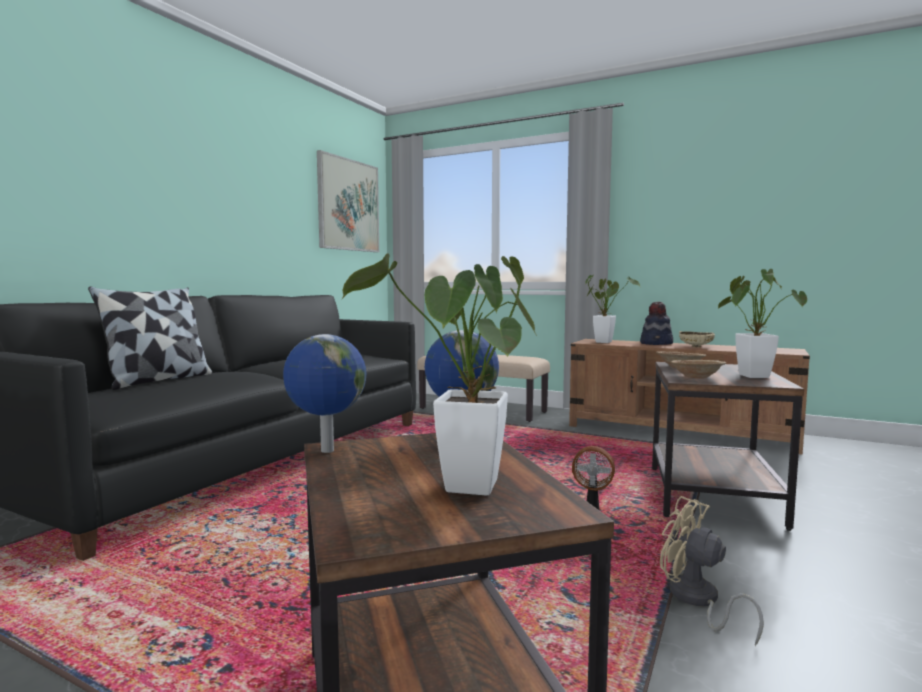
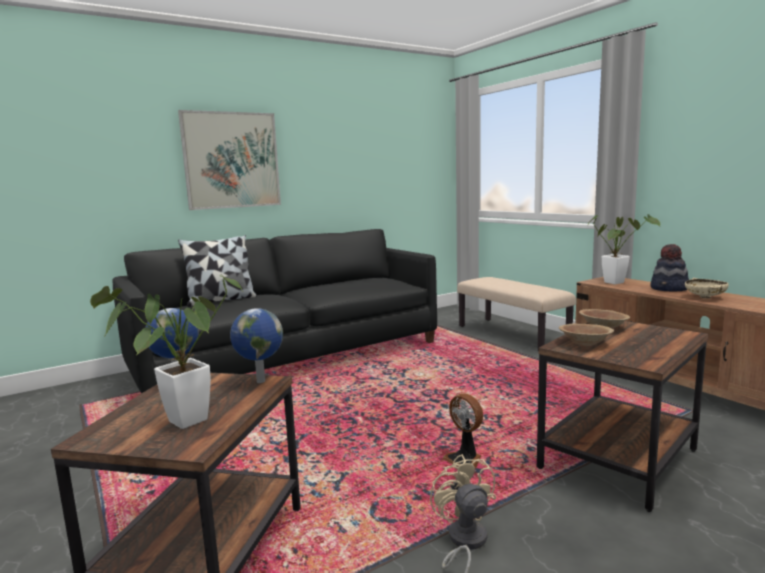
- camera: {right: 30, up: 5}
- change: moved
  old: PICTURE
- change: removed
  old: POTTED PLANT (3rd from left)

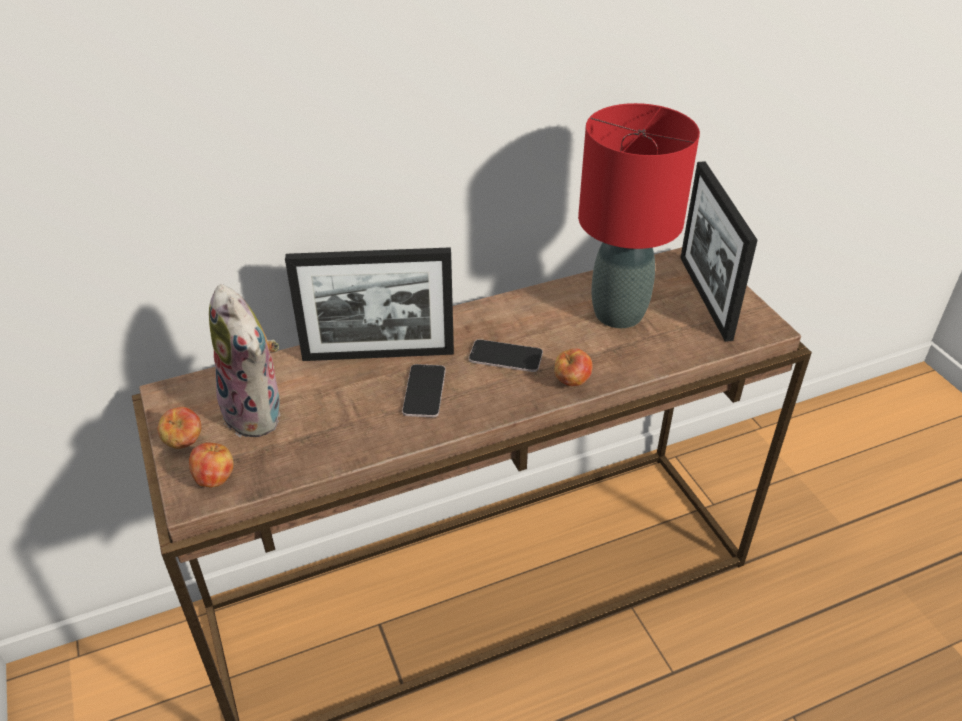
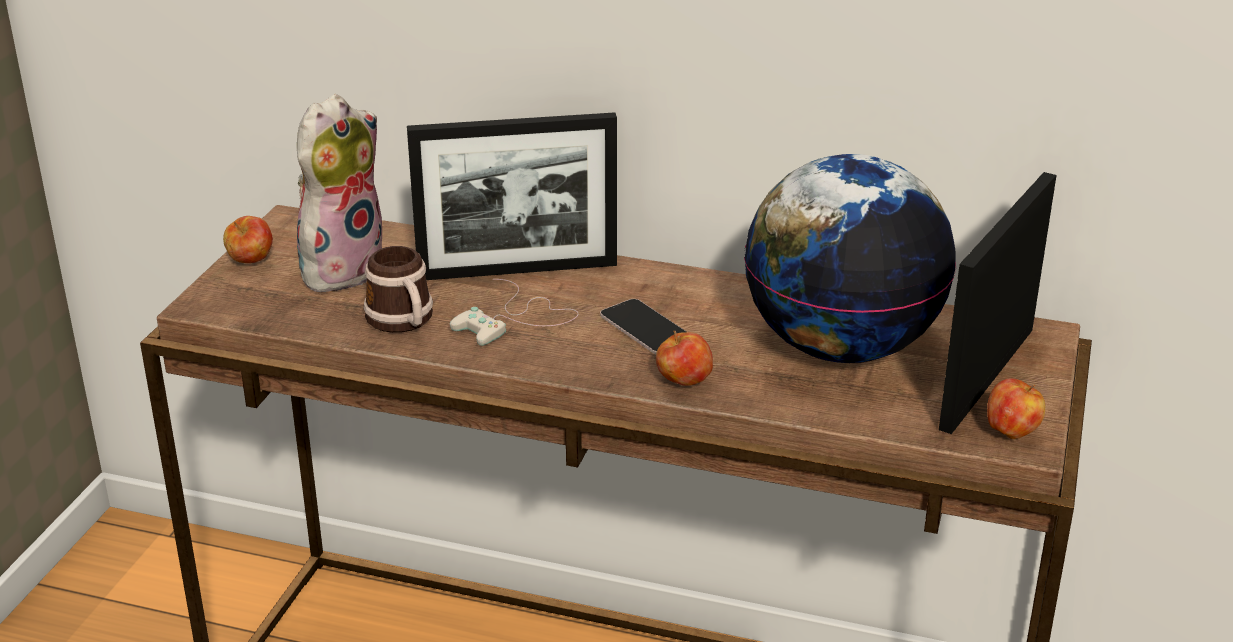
- camera: {right: 40, up: -10}
- change: moved
  old: APPLE (2nd from left in the first image)
  new: APPLE (3rd from left)
- change: turned
  old: PLUSH TOY
  degrees: -150
- change: turned
  old: PICTURE FRAME (1st from left)
  degrees: -45
- change: replaced
  old: PHONE (1st from left)
  new: WHITE GAME CONTROLLER
- change: replaced
  old: RED TABLE LAMP
  new: GLOBE
- change: added
  new: MUG

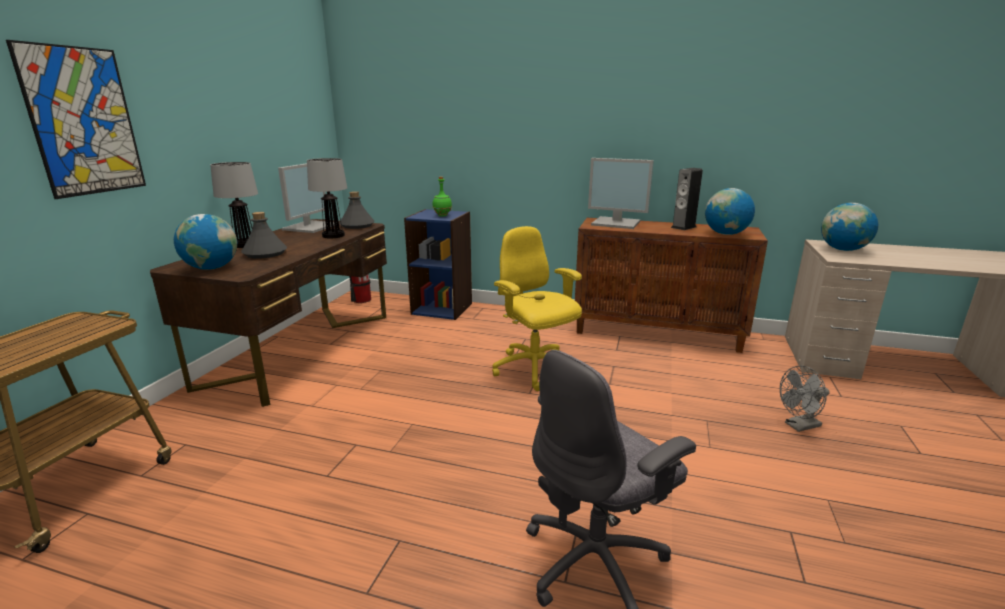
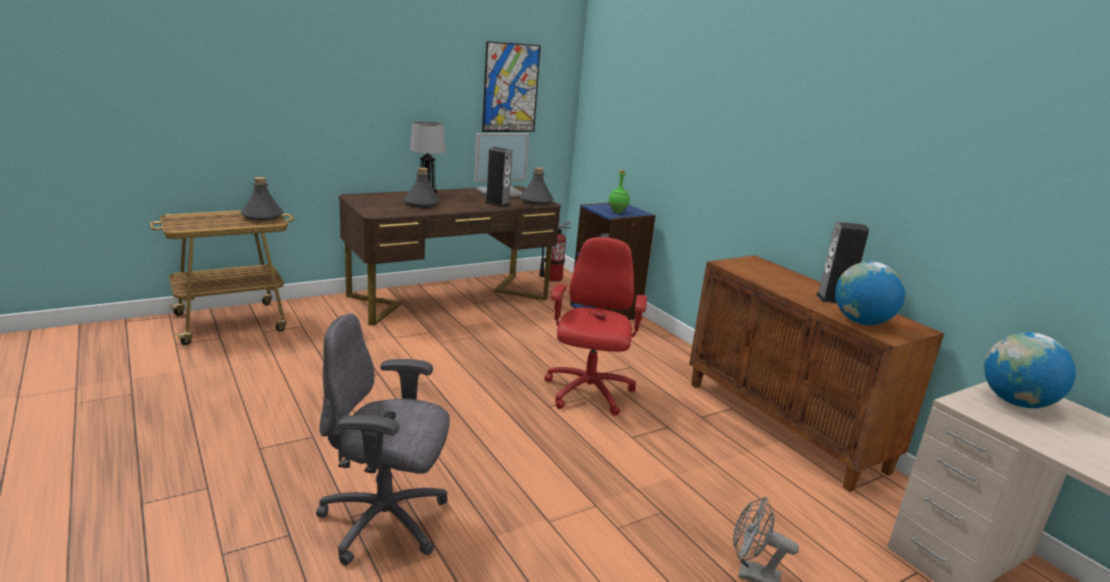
- camera: {right: 40, up: 0}
- change: moved
  old: PICTURE
- change: removed
  old: GLOBE (1st from left)
- change: replaced
  old: TABLE LAMP (2nd from left)
  new: SPEAKER (1st from left)
- change: recoloured
  old: YELLOW OFFICE CHAIR
  new: RED OFFICE CHAIR
- change: removed
  old: MONITOR (2nd from left)
- change: added
  new: GREY BOTTLE (1st from left)

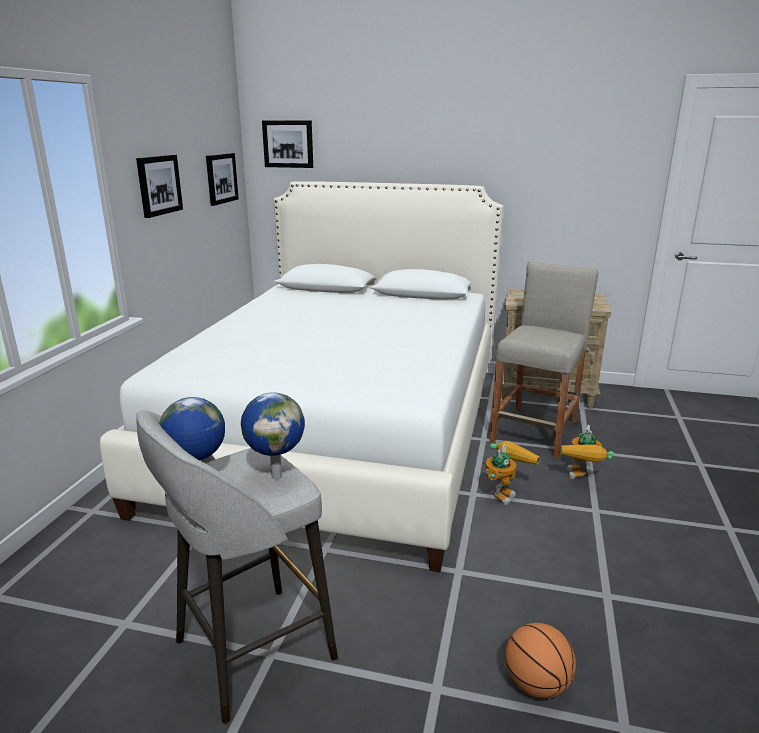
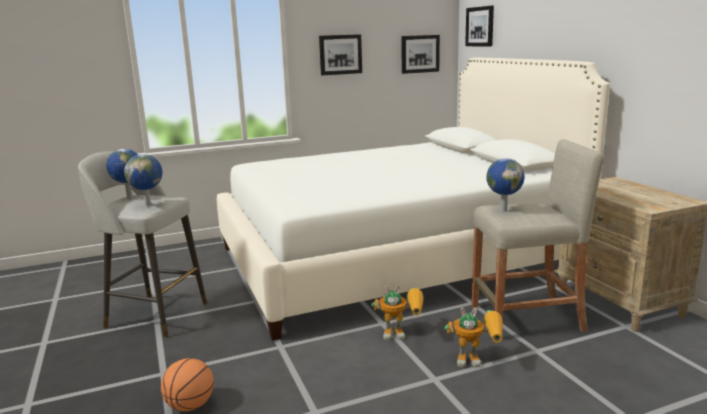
- camera: {right: 55, up: -5}
- change: turned
  old: TOY ROBOT (2nd from left)
  degrees: -150
- change: added
  new: GLOBE (3rd from left)

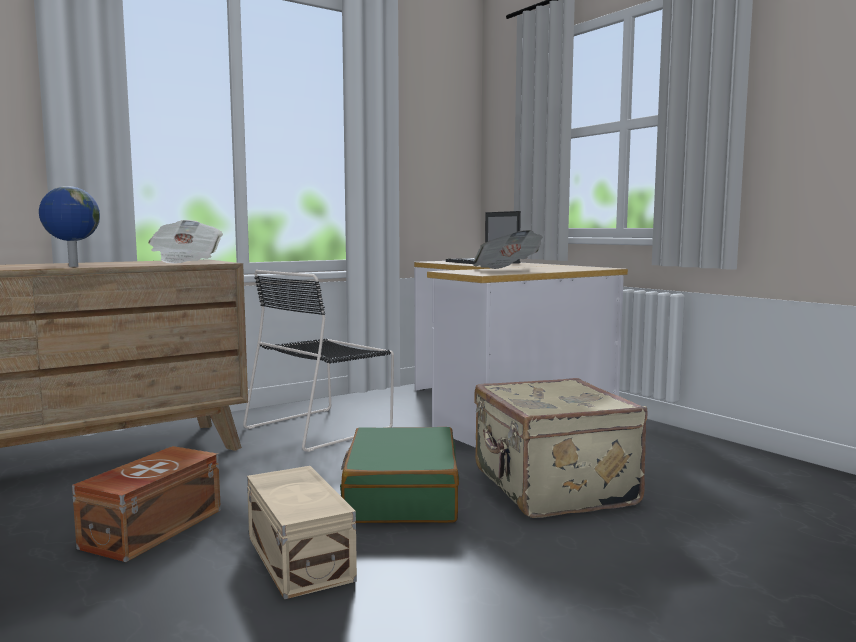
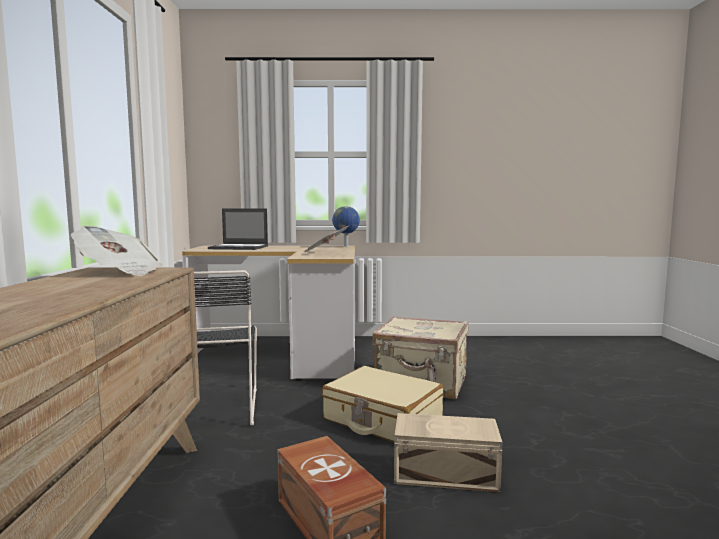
- camera: {right: -55, up: 0}
- change: moved
  old: GLOBE
- change: recoloured
  old: GREEN SUITCASE
  new: BEIGE SUITCASE (1st from left)

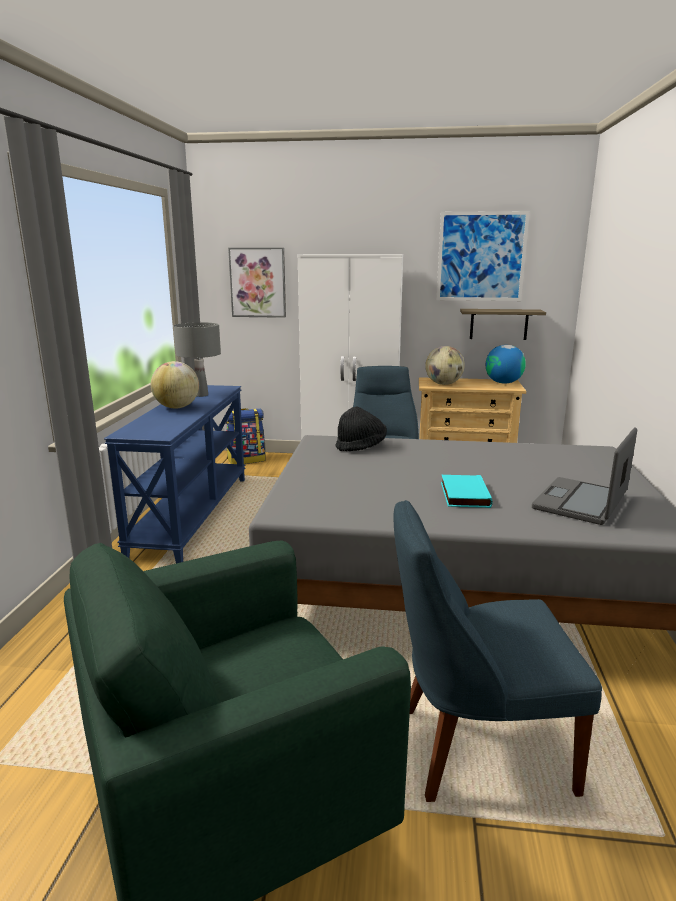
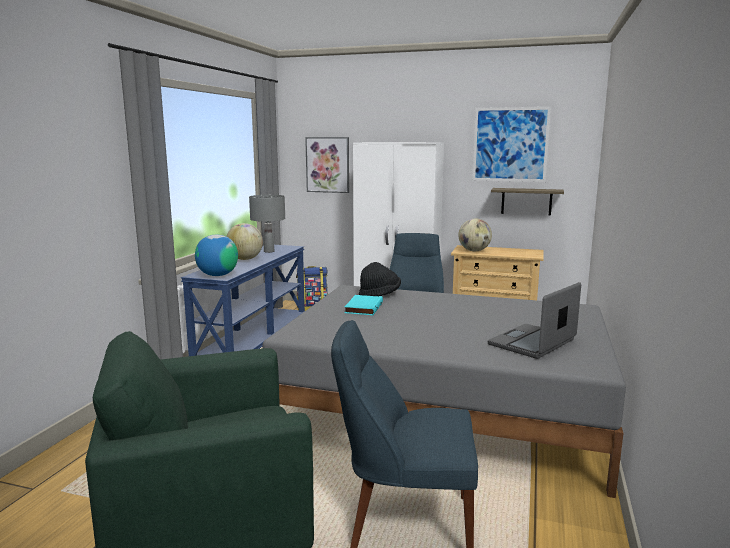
- camera: {right: 10, up: -5}
- change: moved
  old: TURQUOISE BOOK
- change: moved
  old: GLOBE (3rd from left in the first image)
  new: GLOBE (1st from left)

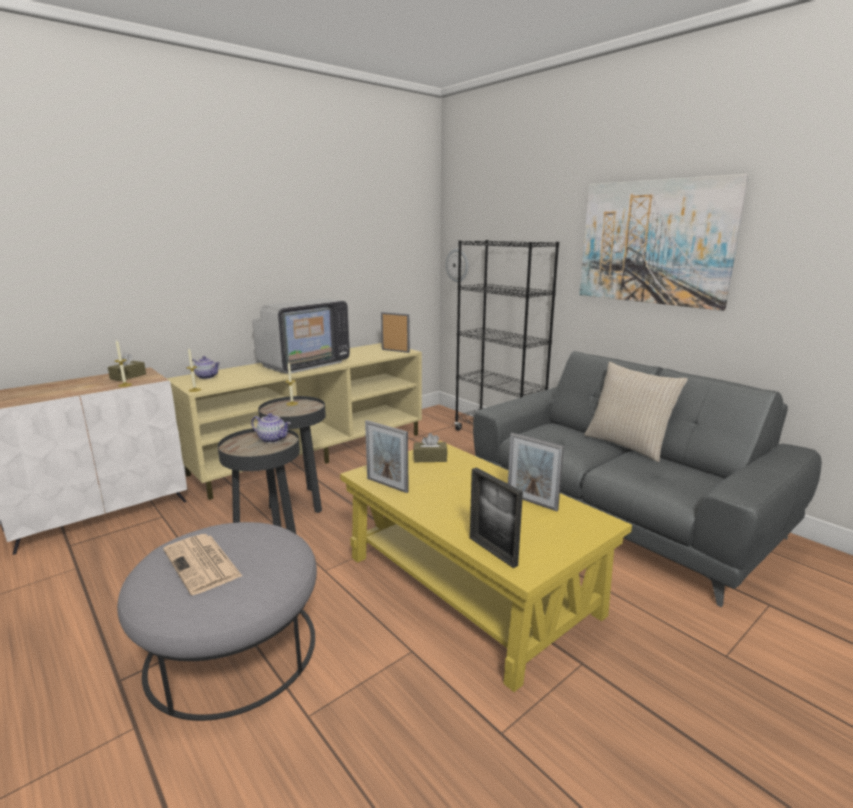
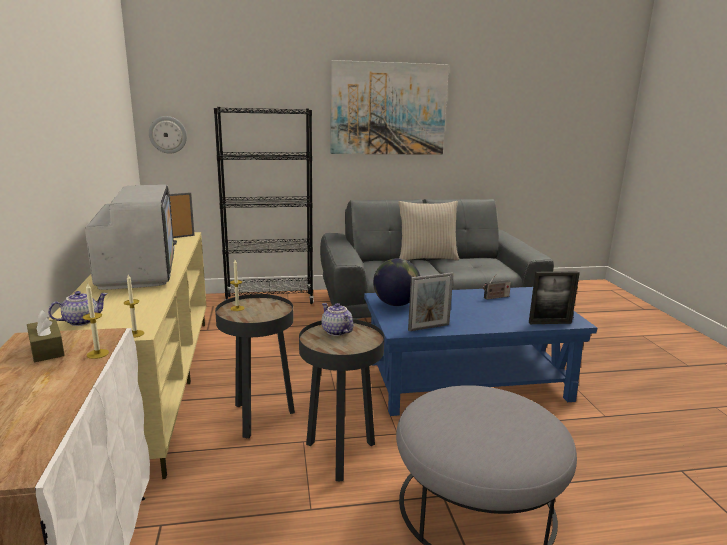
- camera: {right: -60, up: 0}
- change: removed
  old: NEWSPAPER
- change: turned
  old: TEAPOT (2nd from left)
  degrees: -90
- change: recoloured
  old: YELLOW COFFEE TABLE
  new: BLUE COFFEE TABLE
- change: replaced
  old: BROWN TISSUE BOX (2nd from left)
  new: GLOBE
- change: replaced
  old: PICTURE FRAME (4th from left)
  new: RADIO

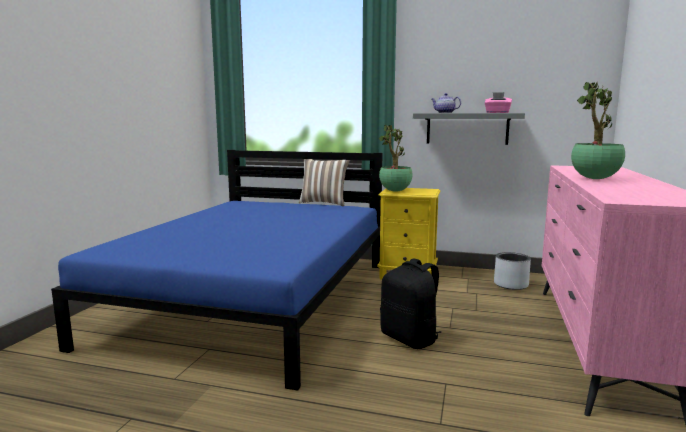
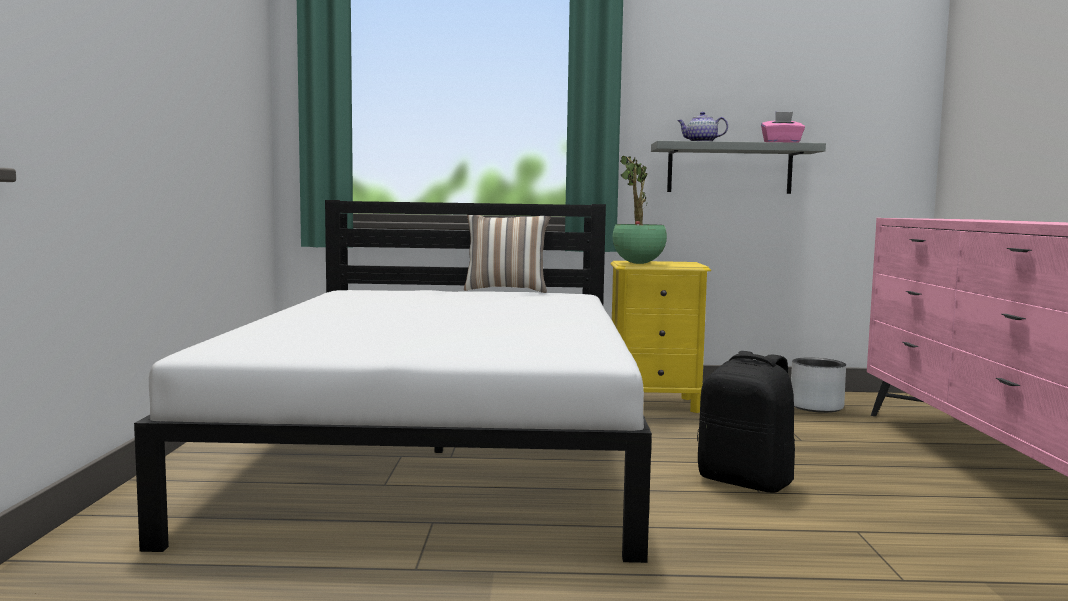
- camera: {right: -15, up: -5}
- change: recoloured
  old: BLUE BED
  new: WHITE BED
- change: removed
  old: POTTED PLANT (2nd from left)

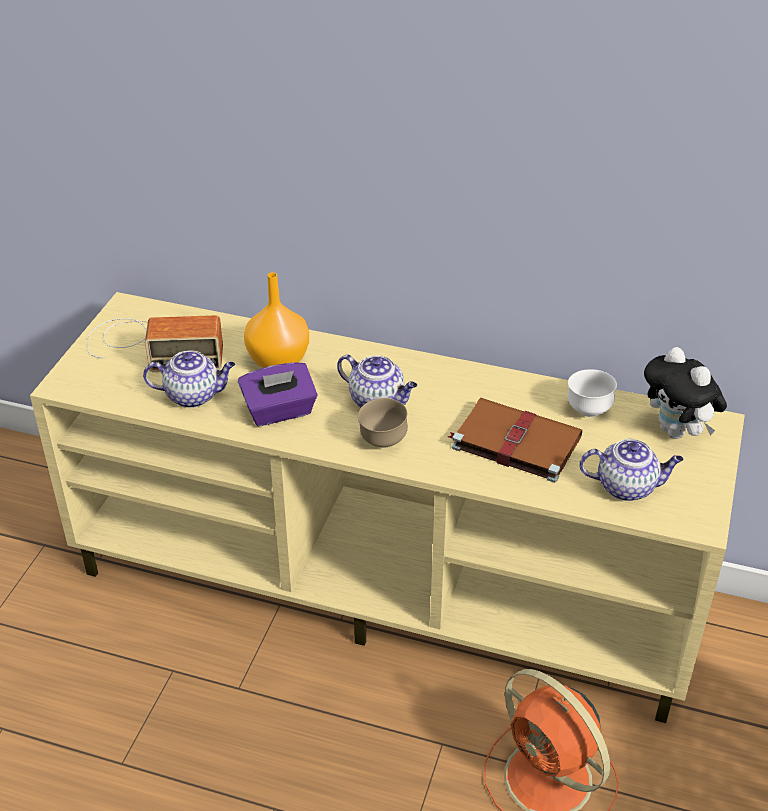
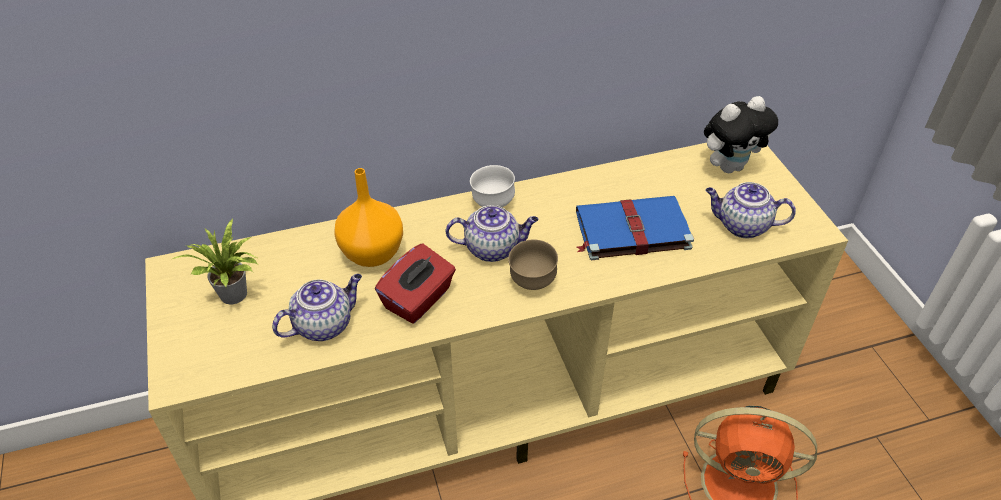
- camera: {right: -35, up: 5}
- change: replaced
  old: RADIO
  new: POTTED PLANT
- change: recoloured
  old: PURPLE TISSUE BOX
  new: RED TISSUE BOX
- change: recoloured
  old: BROWN BOOK
  new: BLUE BOOK
- change: moved
  old: WHITE BOWL
- change: turned
  old: TEAPOT (3rd from left)
  degrees: -135
- change: turned
  old: PLUSH TOY
  degrees: -45

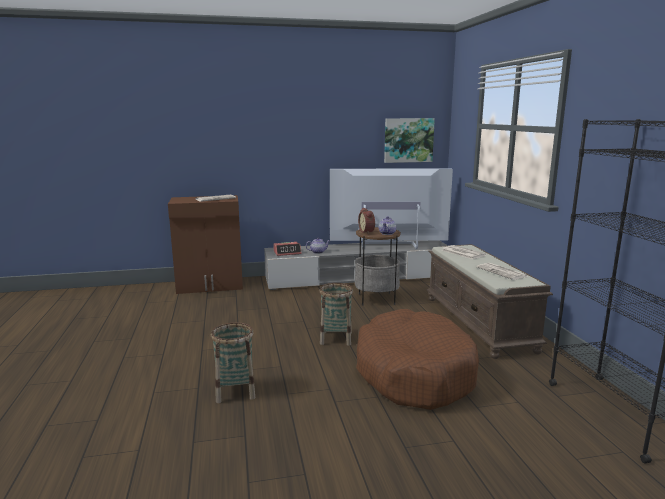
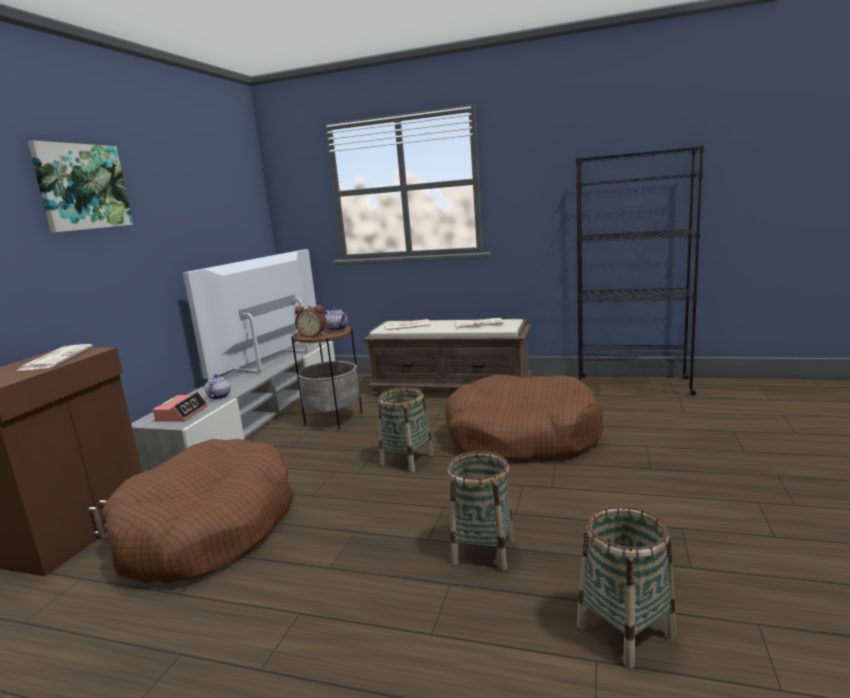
- camera: {right: -60, up: 0}
- change: moved
  old: PICTURE
- change: added
  new: BROWN DOG BED (1st from left)
- change: added
  new: BASKET (3rd from left)

